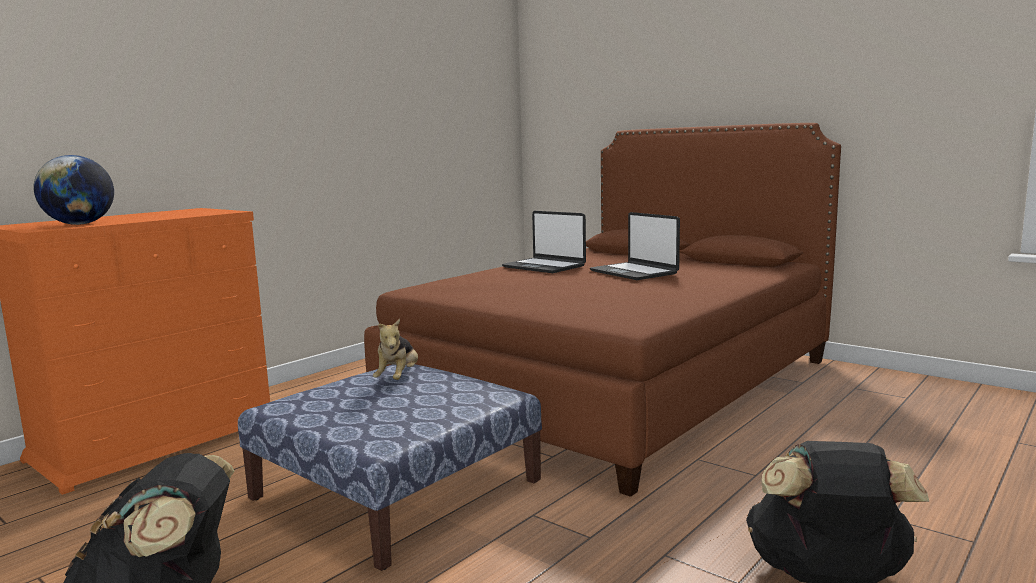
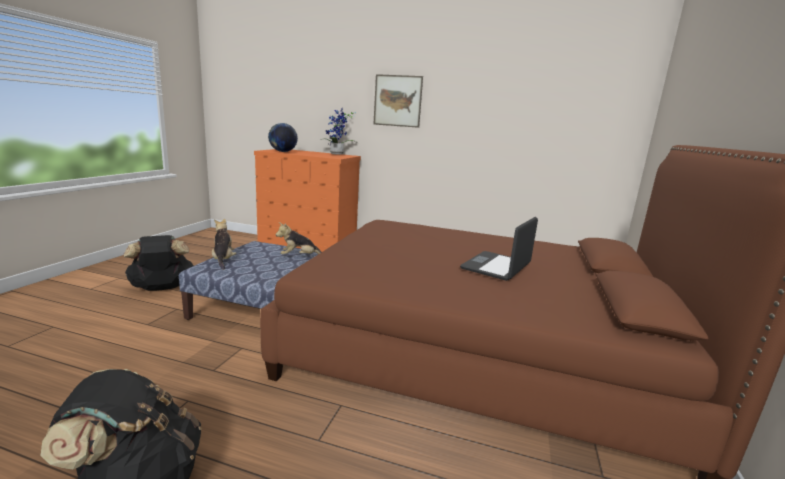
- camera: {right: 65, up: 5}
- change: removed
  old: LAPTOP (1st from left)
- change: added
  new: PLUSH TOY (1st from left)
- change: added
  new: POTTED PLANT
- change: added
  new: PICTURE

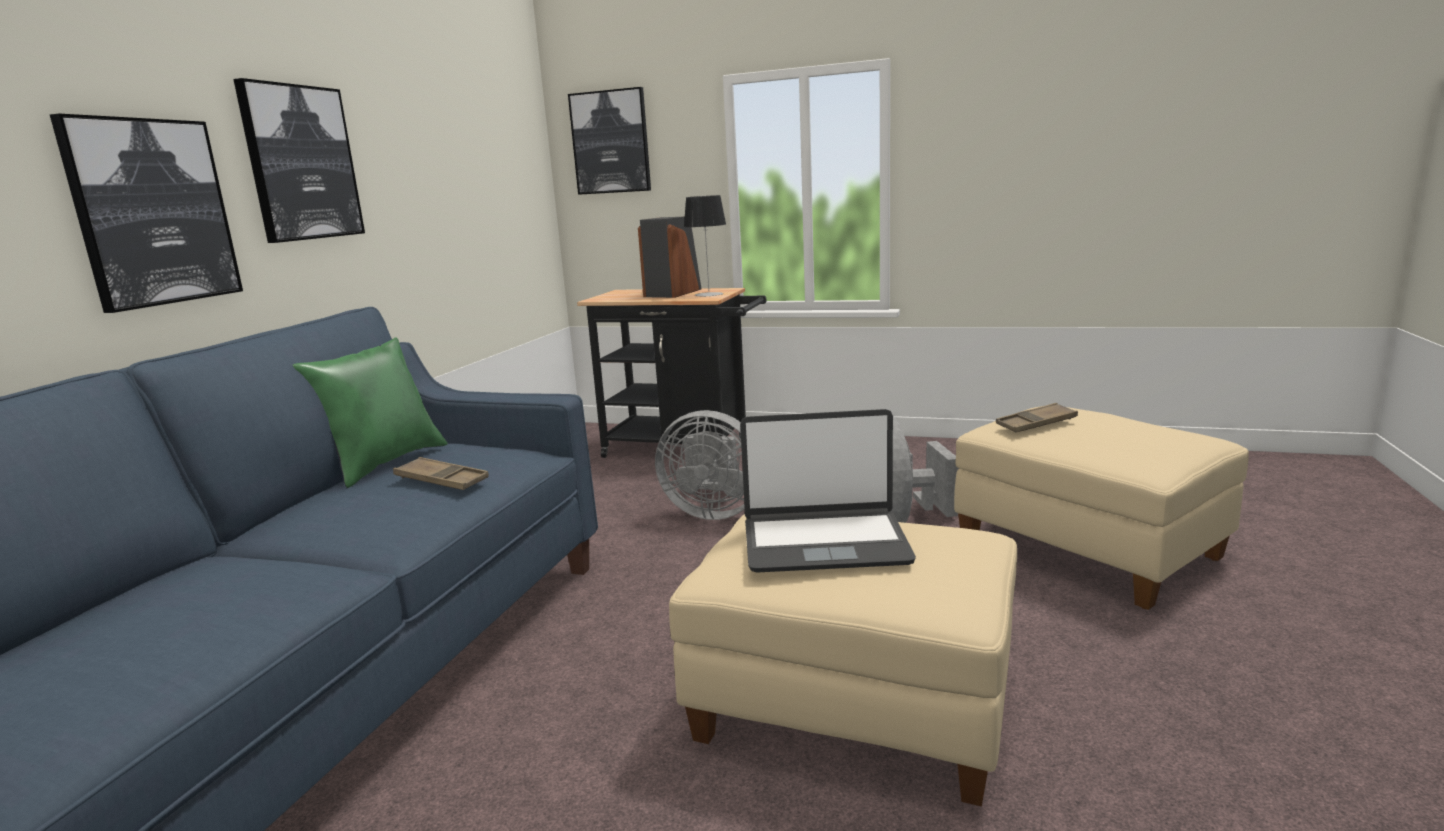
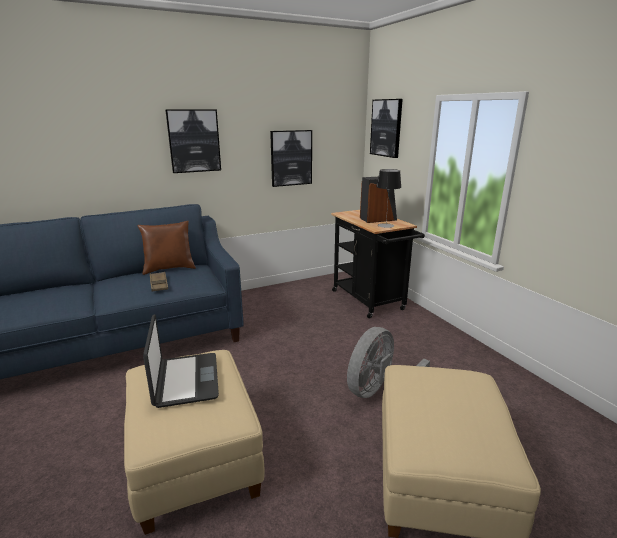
- camera: {right: 45, up: 5}
- change: moved
  old: PICTURE (1st from left in the first image)
  new: PICTURE (2nd from left)
- change: recoloured
  old: GREEN PILLOW
  new: BROWN PILLOW
- change: removed
  old: GREY FAN (1st from left)
- change: turned
  old: LAPTOP
  degrees: -150
- change: removed
  old: BROWN TRAY (2nd from left)

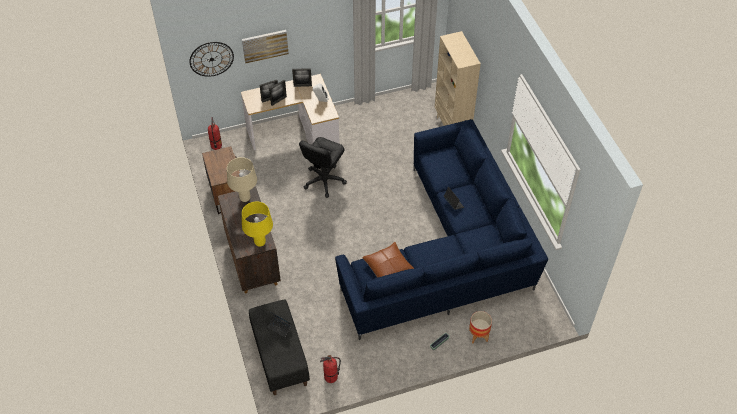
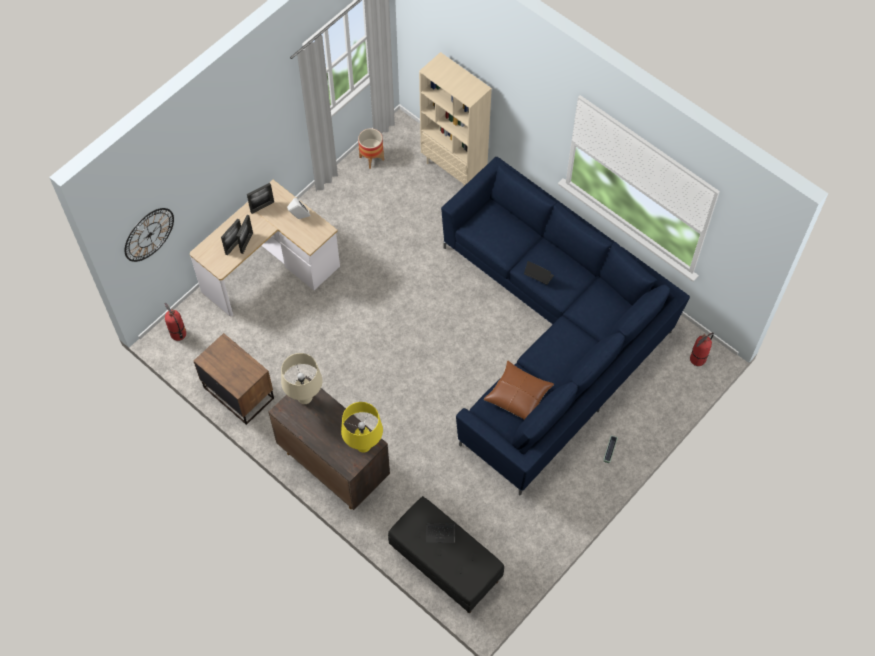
- camera: {right: -30, up: 10}
- change: removed
  old: PICTURE
- change: removed
  old: BLACK OFFICE CHAIR
- change: moved
  old: FIRE EXTINGUISHER (2nd from left)
- change: moved
  old: PLANTER (2nd from left in the first image)
  new: PLANTER (1st from left)

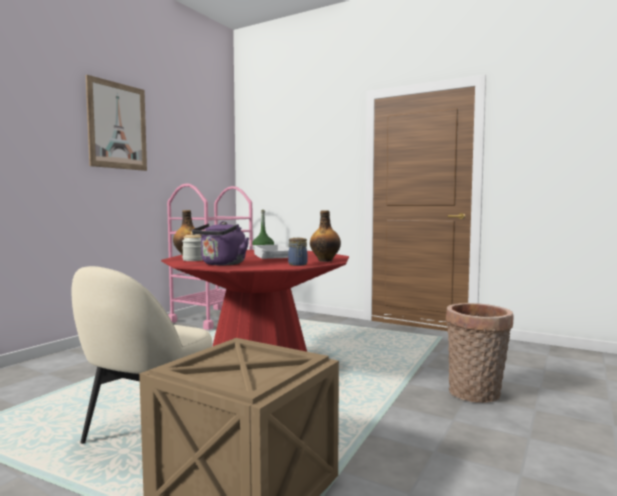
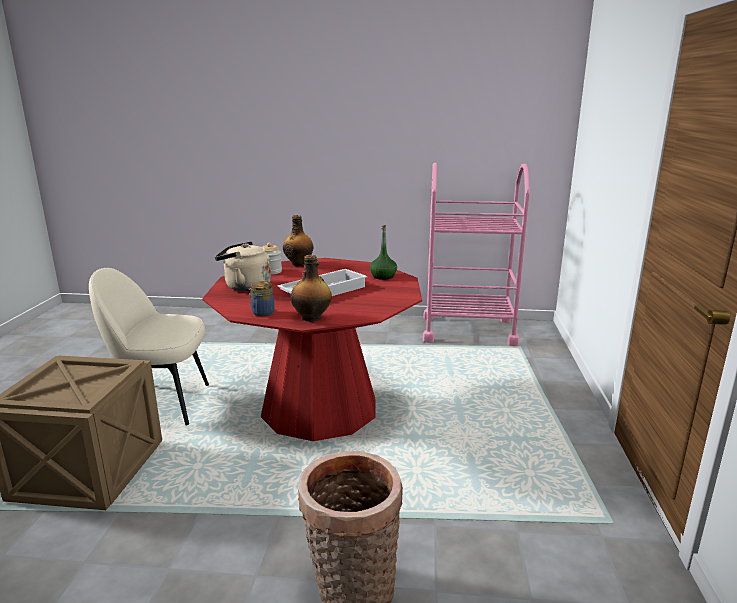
- camera: {right: 65, up: 15}
- change: removed
  old: PICTURE
- change: recoloured
  old: PURPLE KETTLE
  new: BEIGE KETTLE

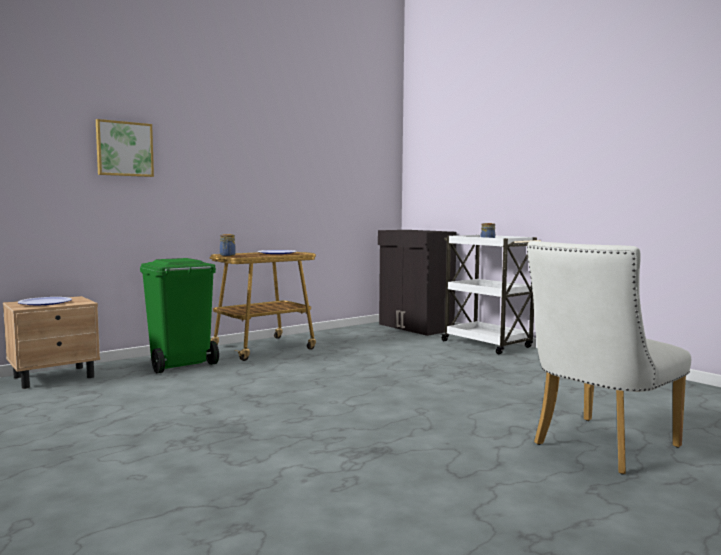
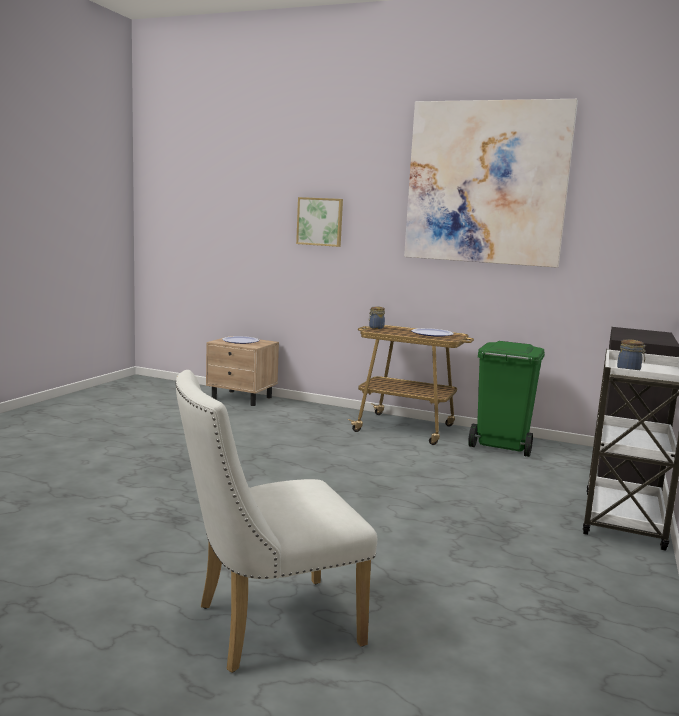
- camera: {right: 60, up: 5}
- change: moved
  old: GREEN TRASH CAN
- change: turned
  old: WHITE CHAIR
  degrees: -45
- change: added
  new: PICTURE (2nd from left)

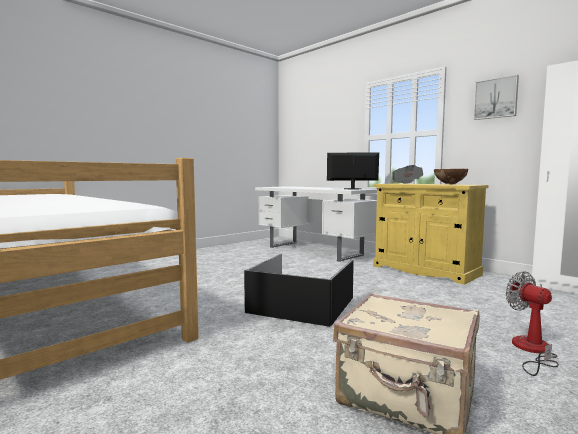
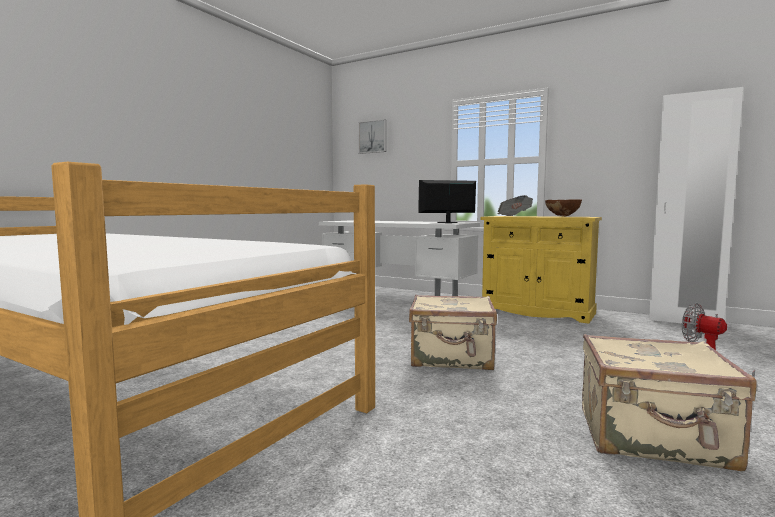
- camera: {right: -15, up: 0}
- change: replaced
  old: BLACK STORAGE BOX
  new: BEIGE SUITCASE (1st from left)
- change: moved
  old: PICTURE

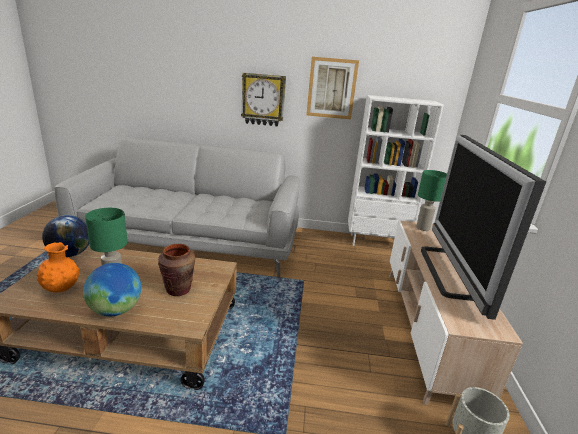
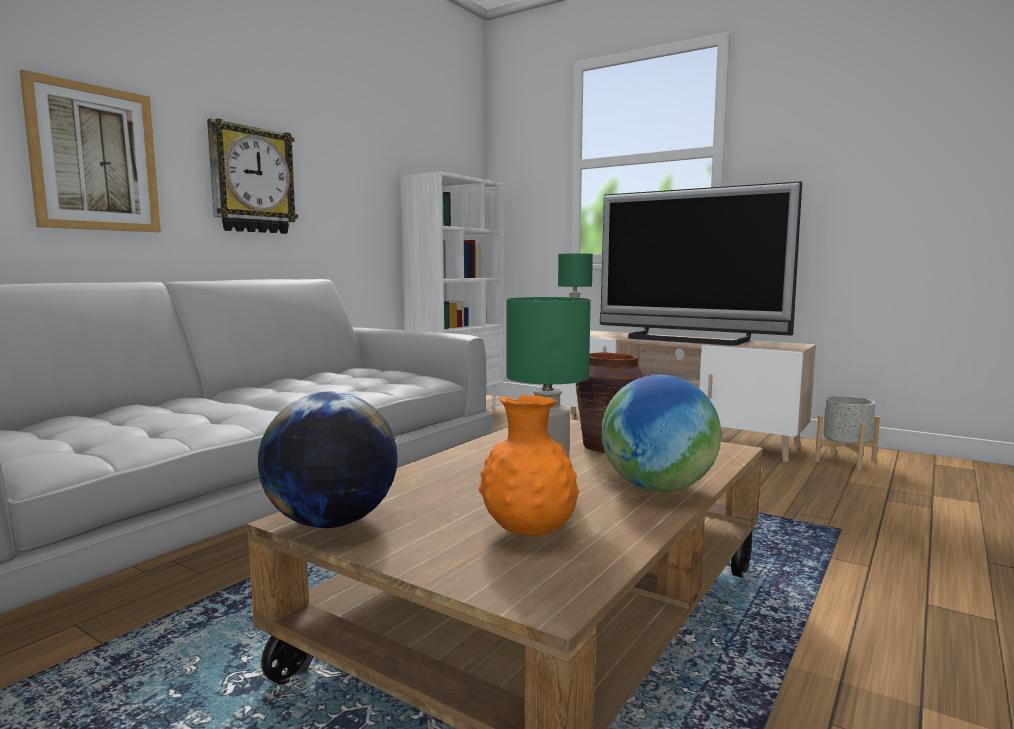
- camera: {right: -60, up: -15}
- change: moved
  old: PICTURE

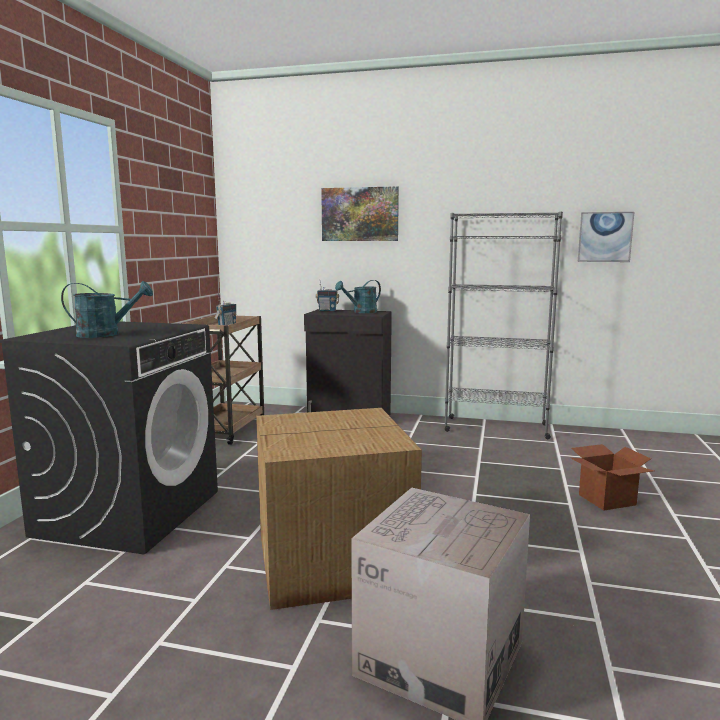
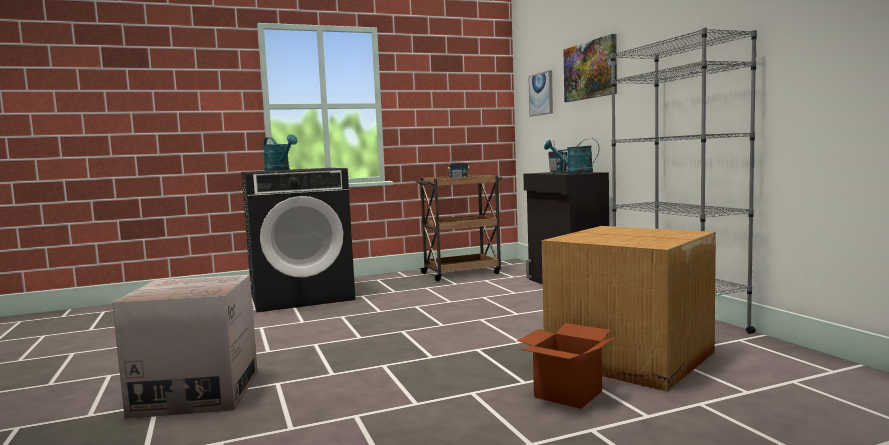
- camera: {right: 55, up: -5}
- change: moved
  old: CARDBOARD BOX (1st from left in the first image)
  new: CARDBOARD BOX (3rd from left)
- change: moved
  old: PICTURE (2nd from left in the first image)
  new: PICTURE (1st from left)

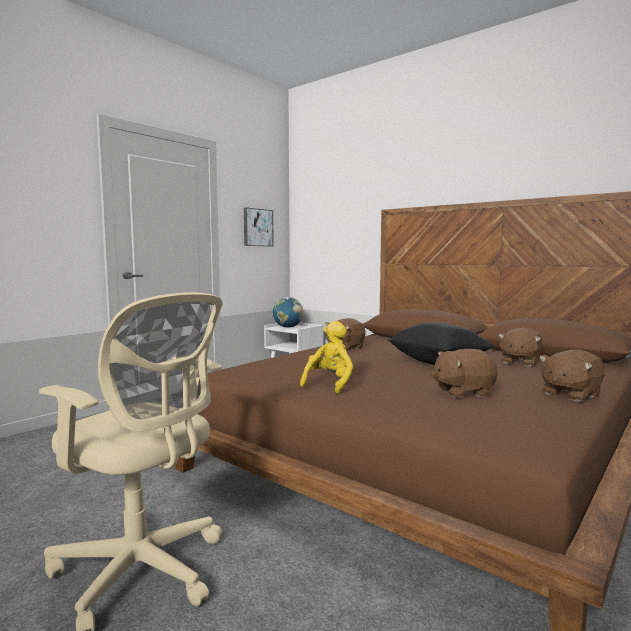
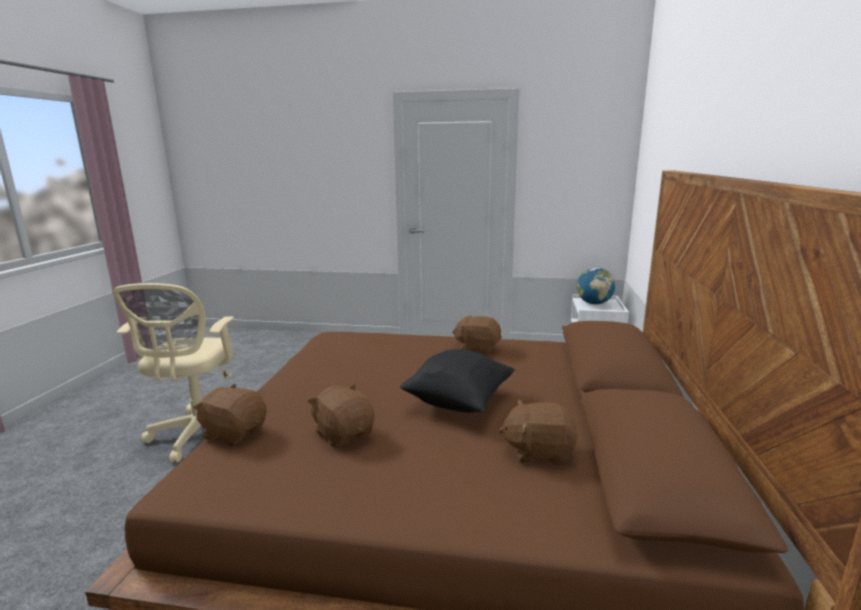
- camera: {right: 60, up: 10}
- change: removed
  old: PICTURE
- change: removed
  old: YELLOW PLUSH TOY
- change: moved
  old: BROWN PLUSH TOY (4th from left in the first image)
  new: BROWN PLUSH TOY (1st from left)

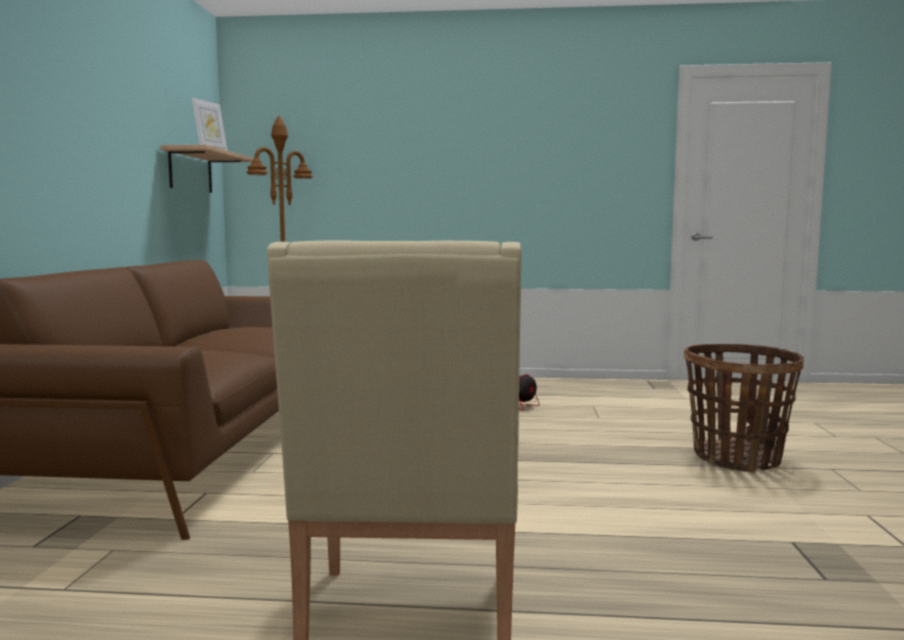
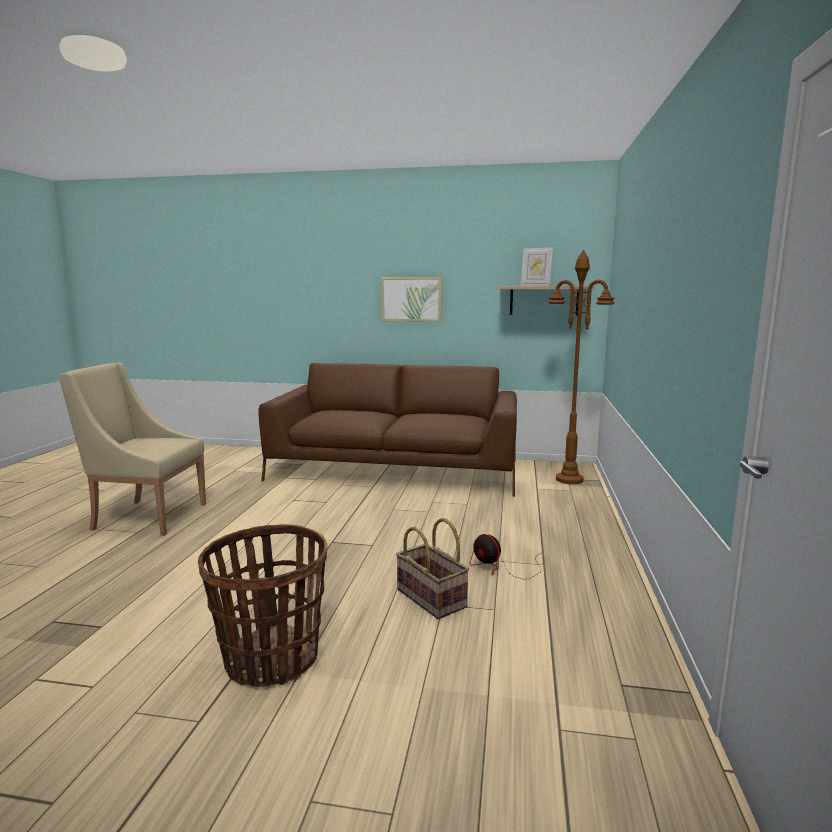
- camera: {right: 95, up: 5}
- change: added
  new: PICTURE
- change: added
  new: BASKET (2nd from left)

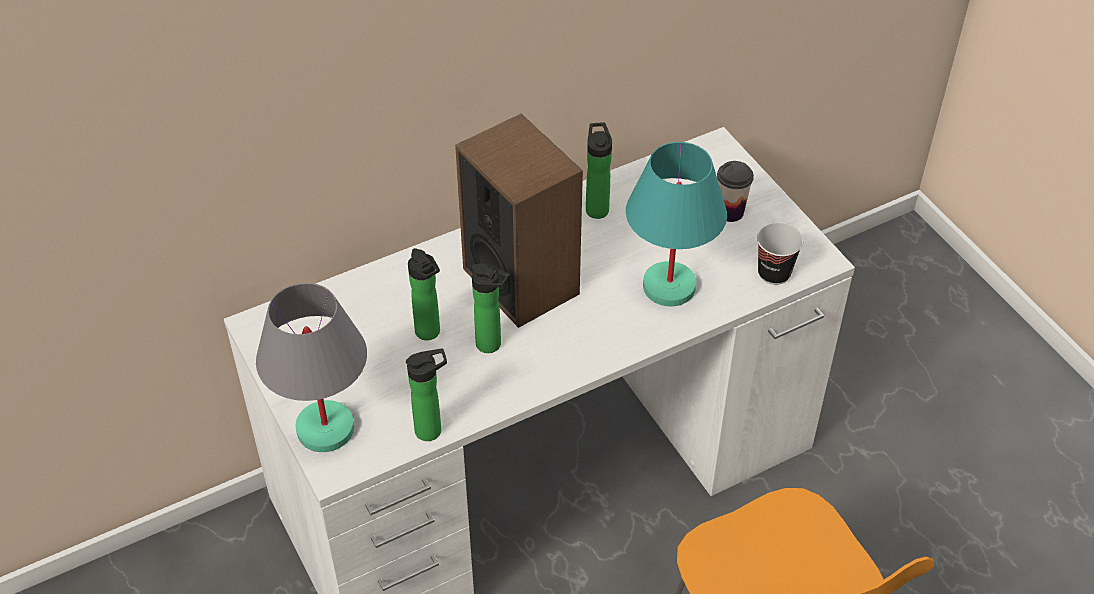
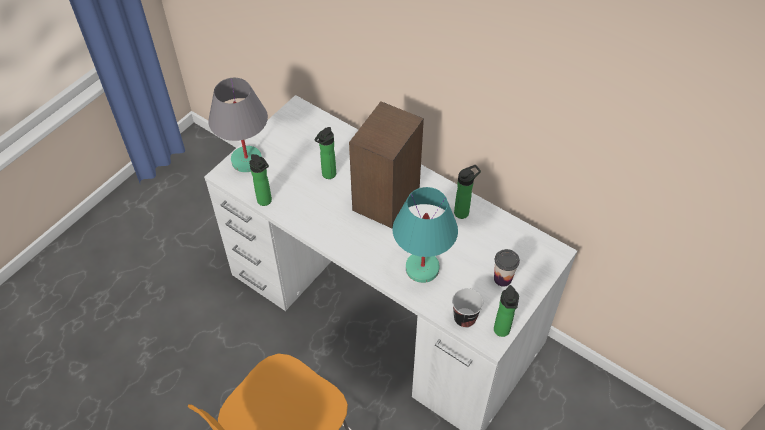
- camera: {right: 65, up: 5}
- change: moved
  old: BOTTLE (3rd from left in the first image)
  new: BOTTLE (4th from left)

